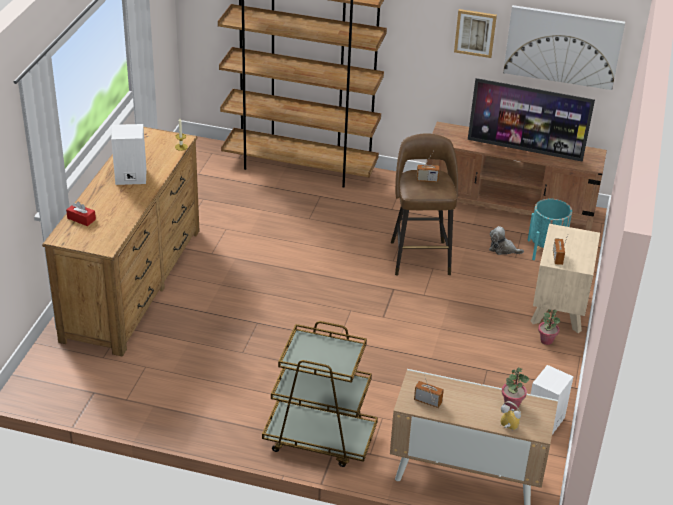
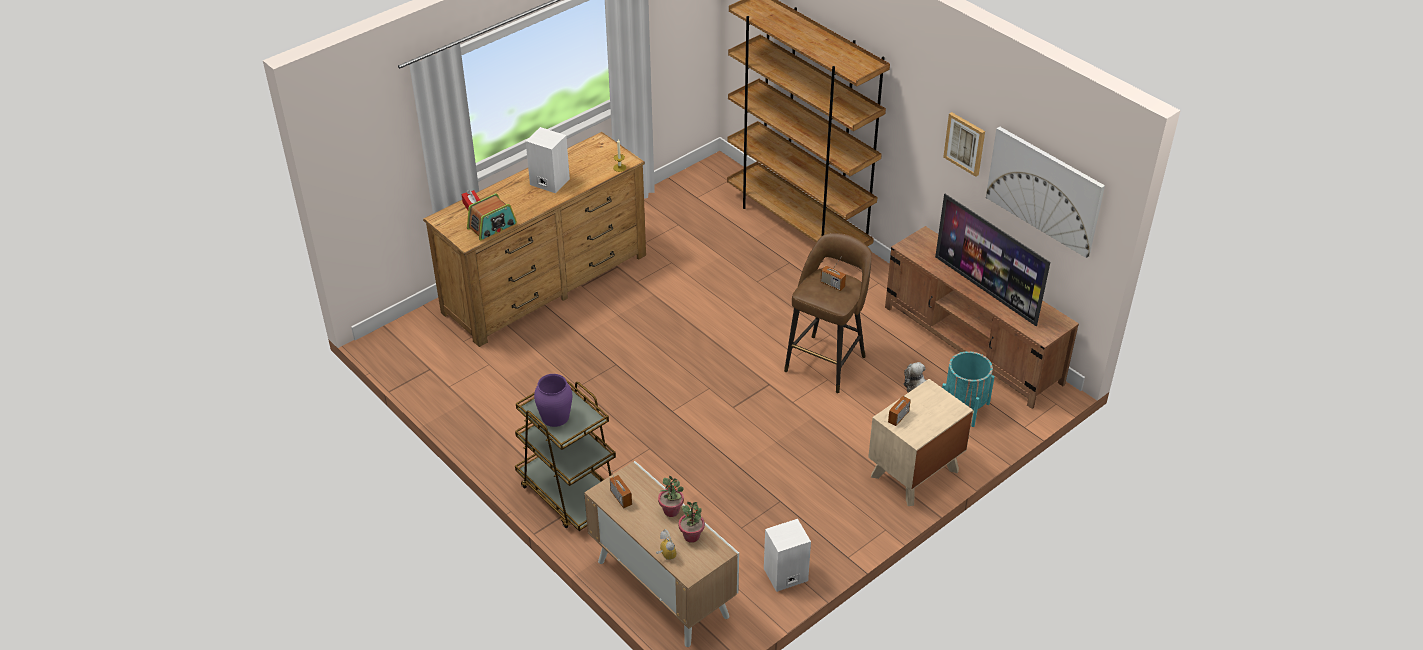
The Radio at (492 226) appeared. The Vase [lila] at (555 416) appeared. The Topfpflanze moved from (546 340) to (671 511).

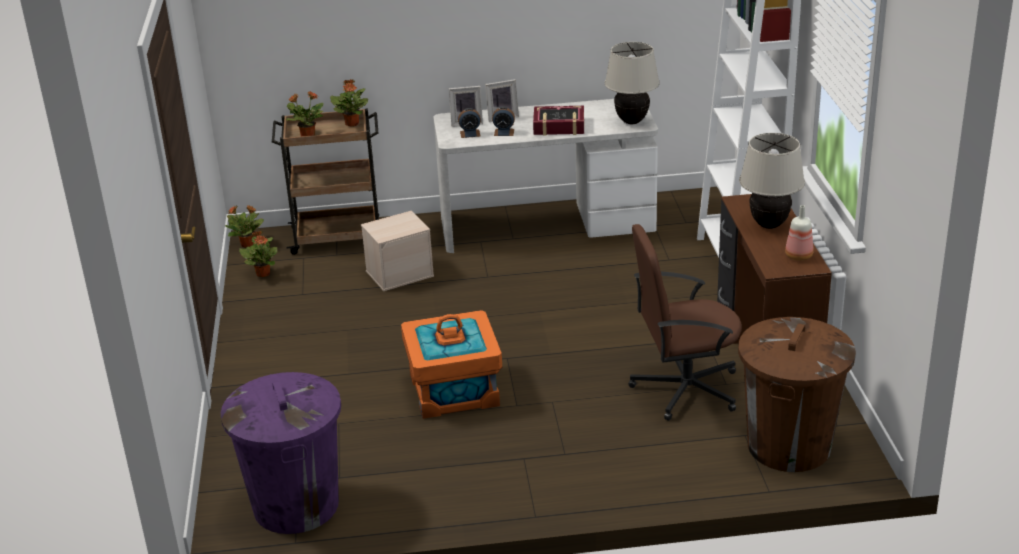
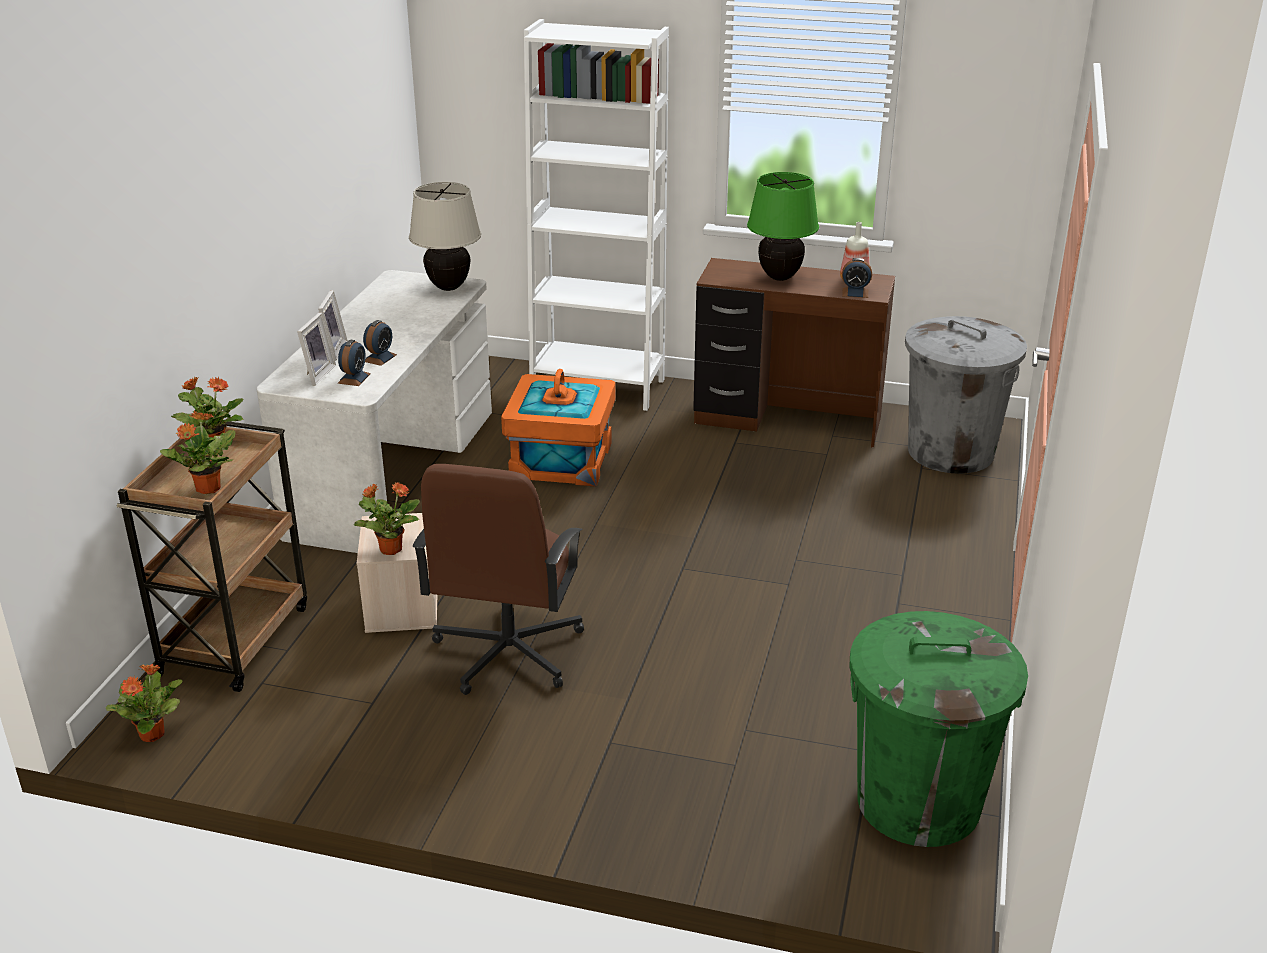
The Topfpflanze moved from (263 273) to (390 549). The Bürostuhl [braun] moved from (684 389) to (507 652). The Aufbewahrungsbox [orange] moved from (454 390) to (562 461). The Tischlampe [beige] at (769 225) became the Tischlampe [grün] at (779 277). The Wecker at (855 293) appeared. The Mülleimer [lila] at (296 505) became the Mülleimer [grün] at (917 801). The Mülleimer [braun] at (788 446) became the Mülleimer [grau] at (951 452). The Buch at (559 126) disappeared.

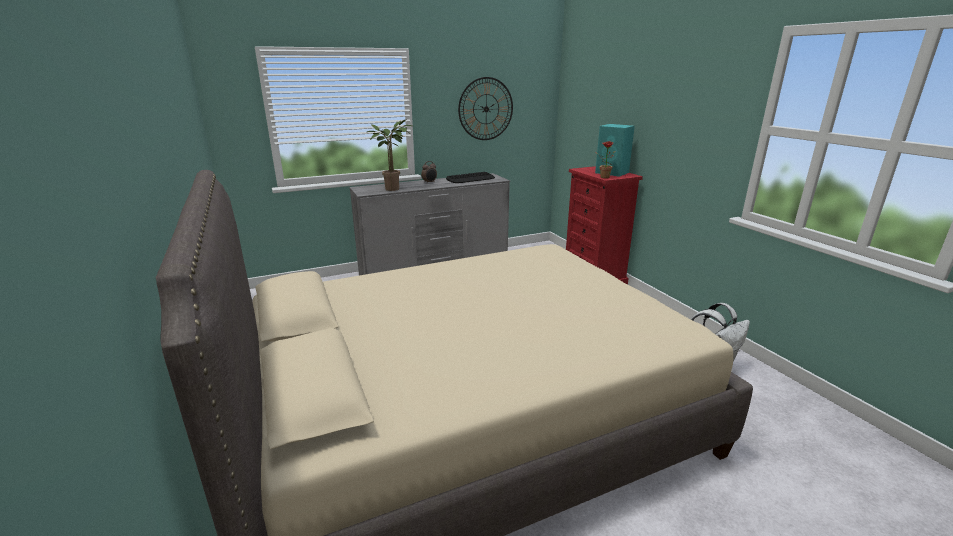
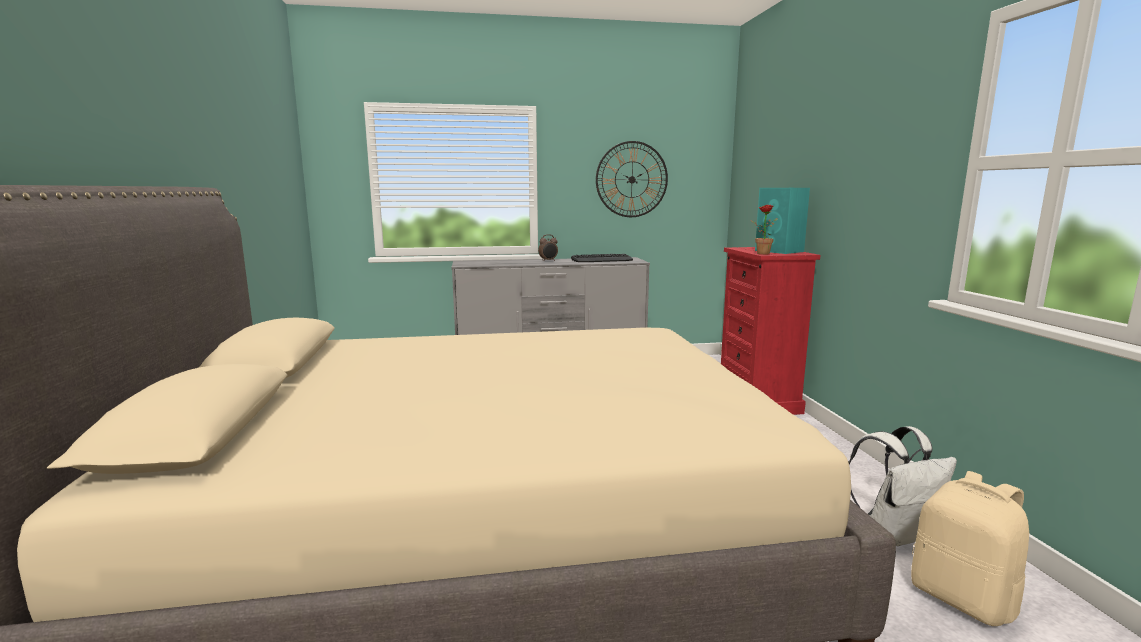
The Rucksack [beige] at (962 598) appeared. The Topfpflanze at (394 188) disappeared.

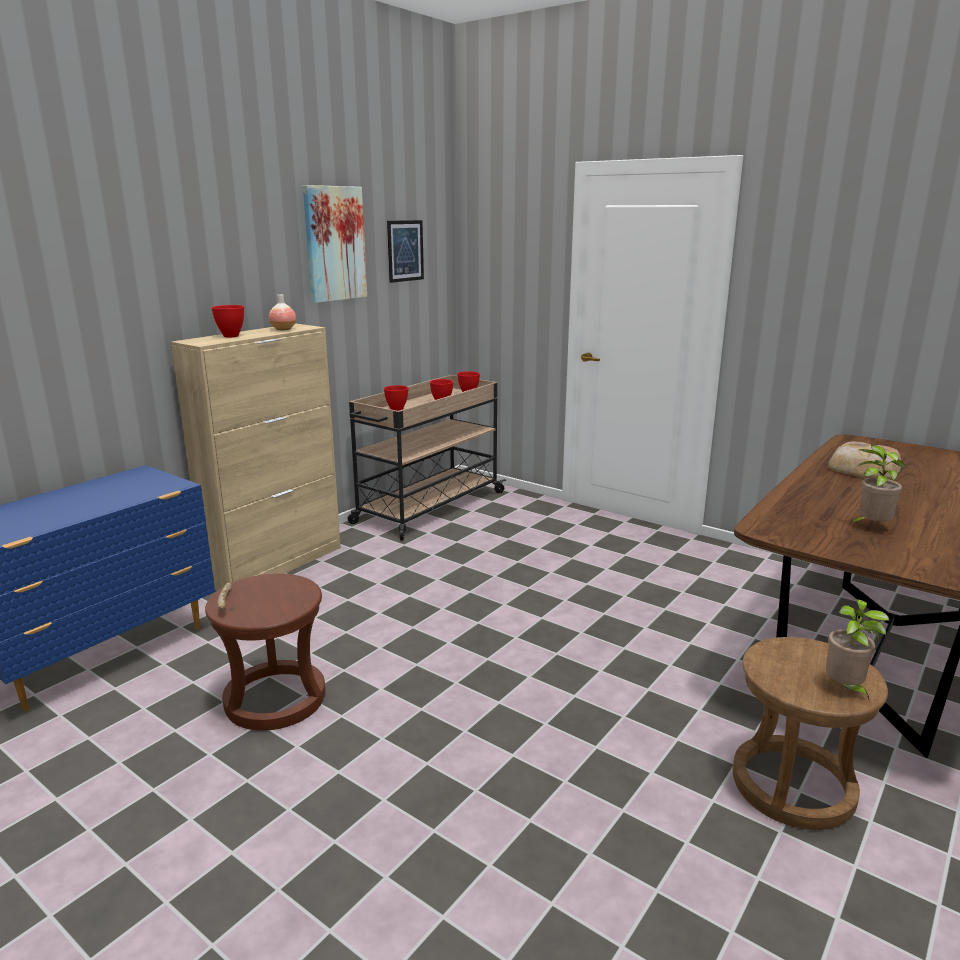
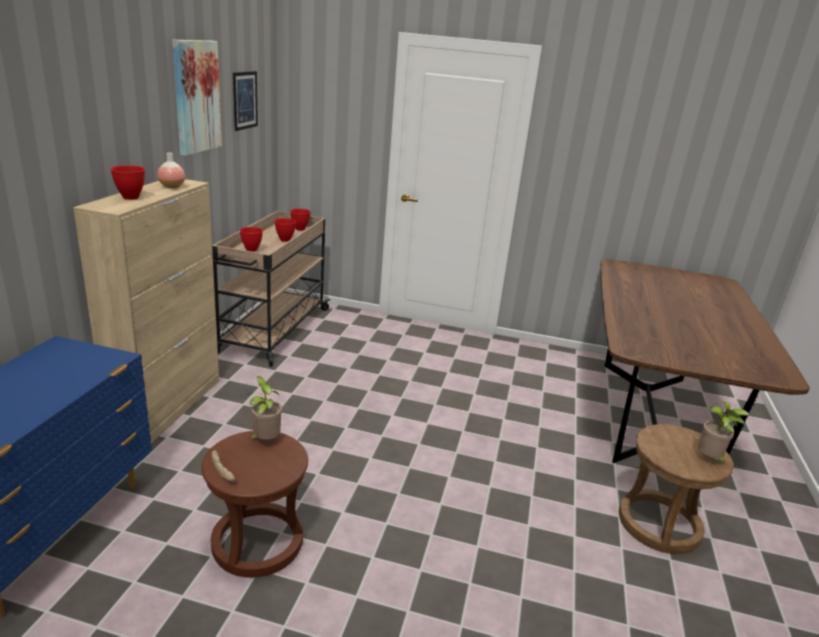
The Topfpflanze moved from (870 527) to (265 441). The Brot at (863 468) disappeared.

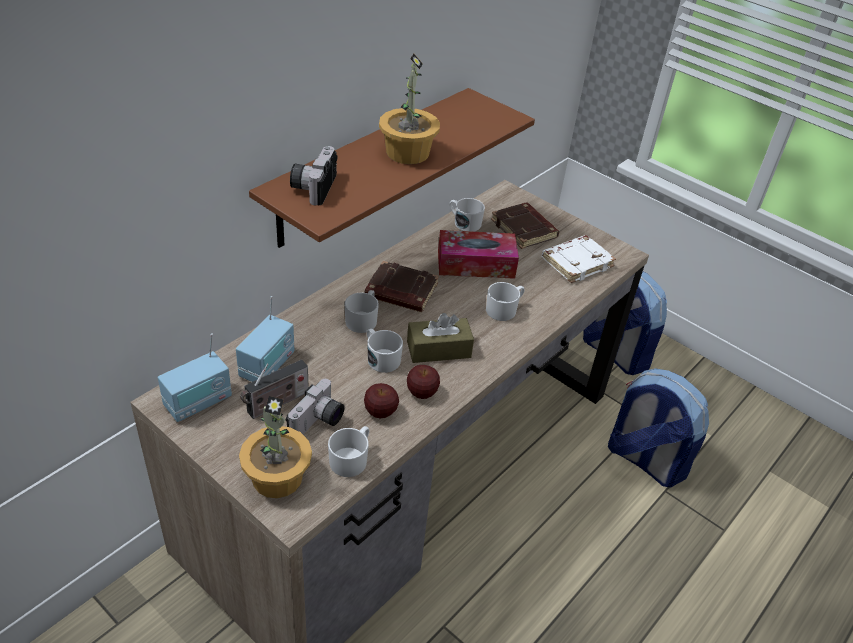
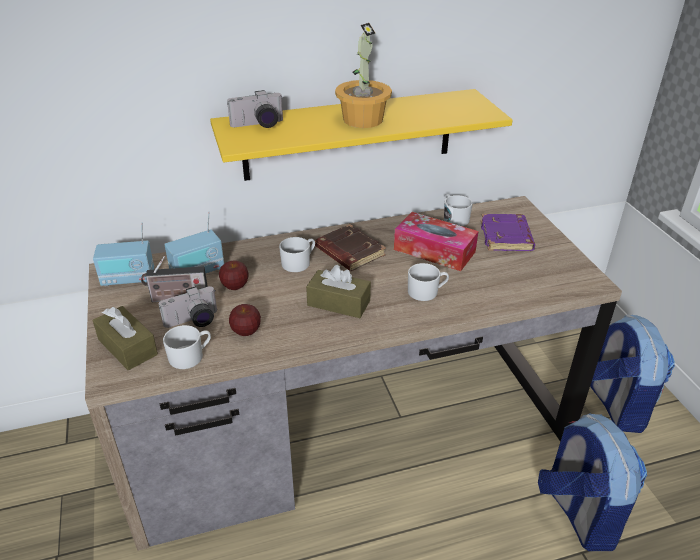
The Topfpflanze at (278 477) was replaced by the Taschentuchbox [braun] at (127 347). The Wandregal [braun] at (369 166) became the Wandregal [gelb] at (349 135). The Apfel moved from (421 393) to (235 286). The Kamera at (313 186) turned 150 degrees counterclockwise. The Buch [braun] at (525 229) became the Buch [lila] at (507 237). The Henkelbecher [weiß] at (381 358) disappeared. The Buch [weiß] at (577 262) disappeared.

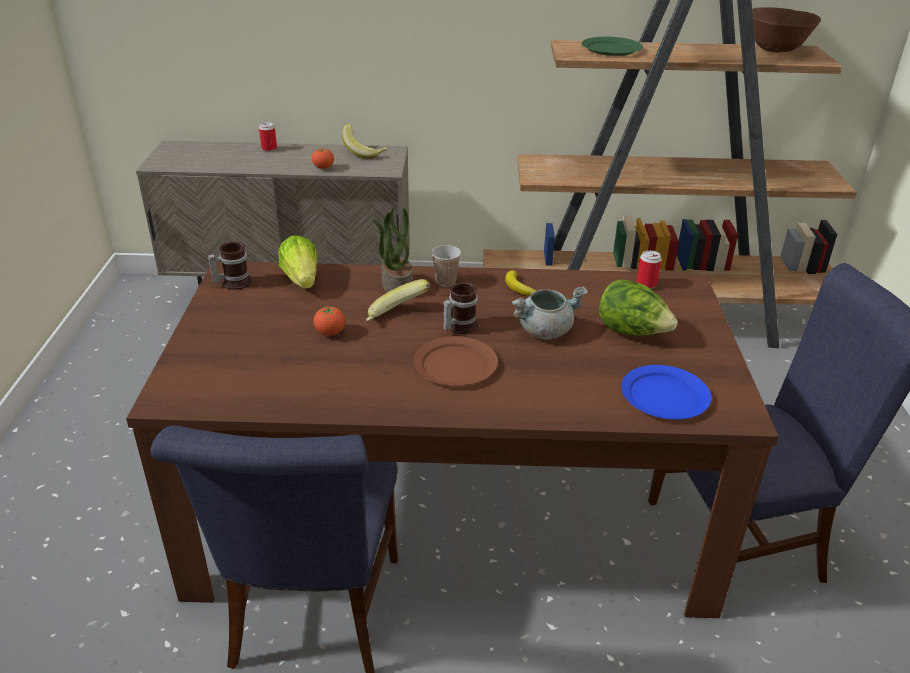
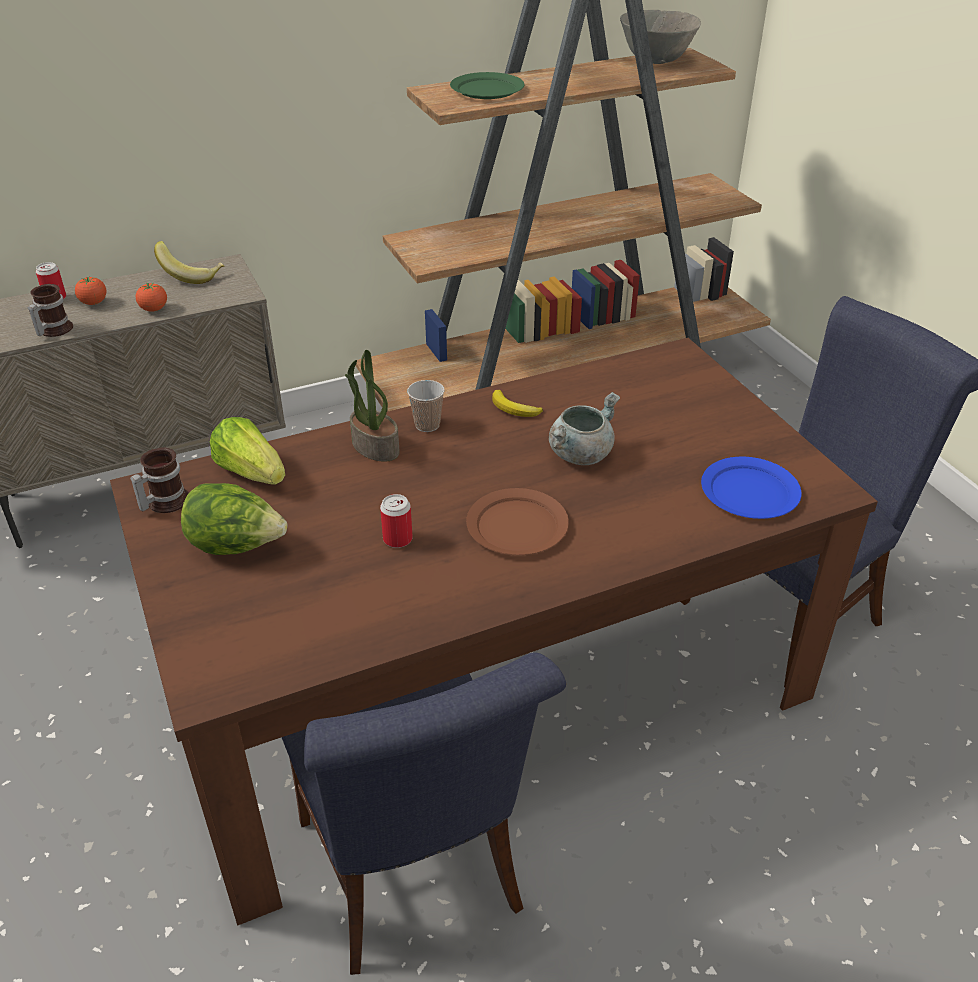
The Henkelbecher moved from (459 326) to (52 330). The Tomate moved from (330 333) to (94 303). The Salatkopf moved from (632 332) to (237 546). The Dose moved from (646 284) to (397 539). The Schüssel [braun] at (775 50) became the Schüssel [grau] at (655 60). The Banane at (396 317) disappeared.

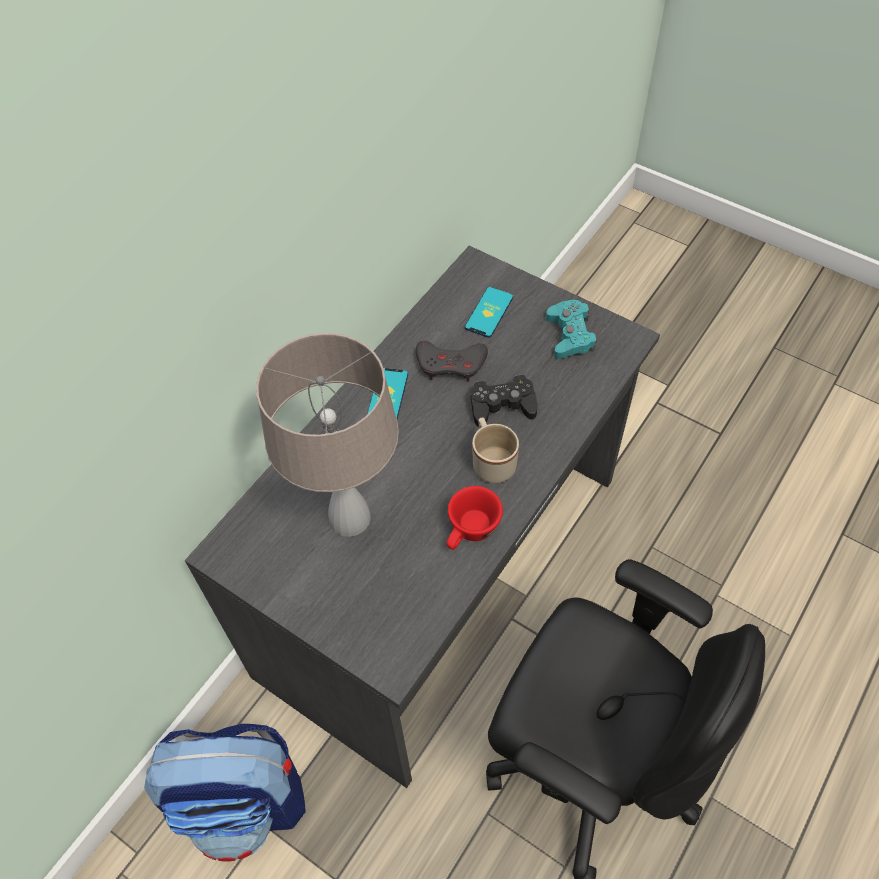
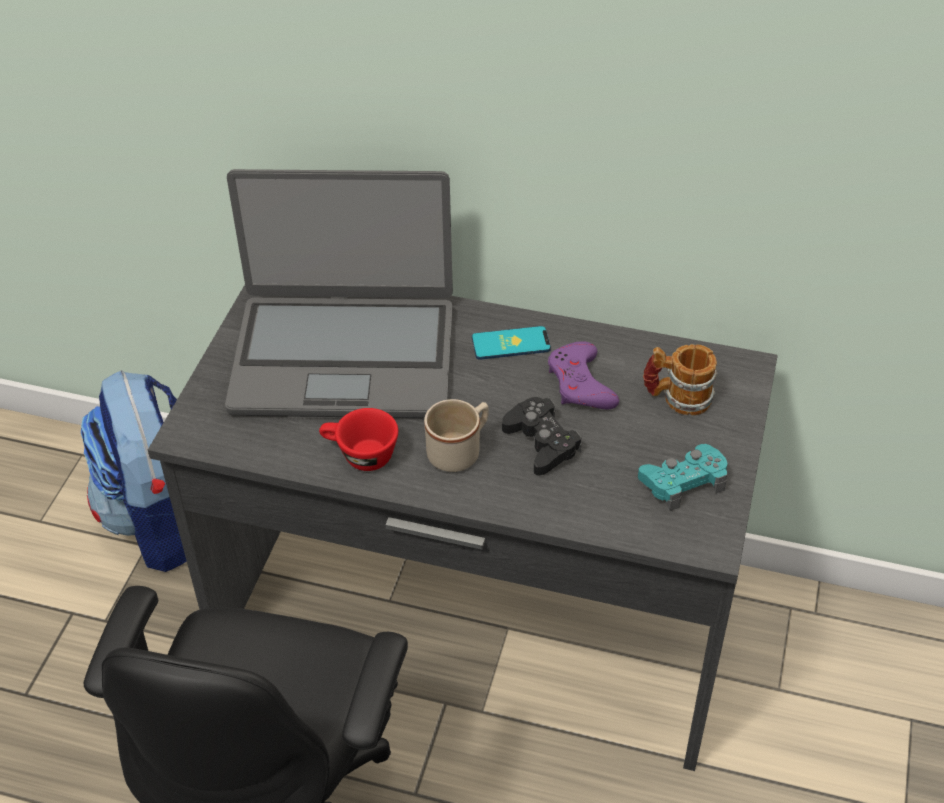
The Tischlampe [beige] at (349 517) was replaced by the Laptop at (344 356). The Gamepad [grau] at (451 364) became the Gamepad [lila] at (580 384). The Handy at (489 312) was replaced by the Henkelbecher at (677 398).

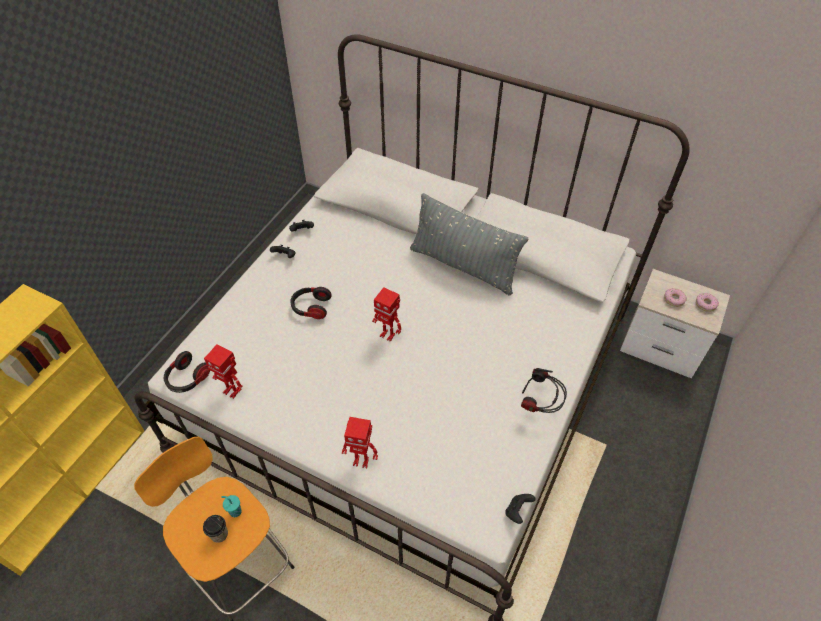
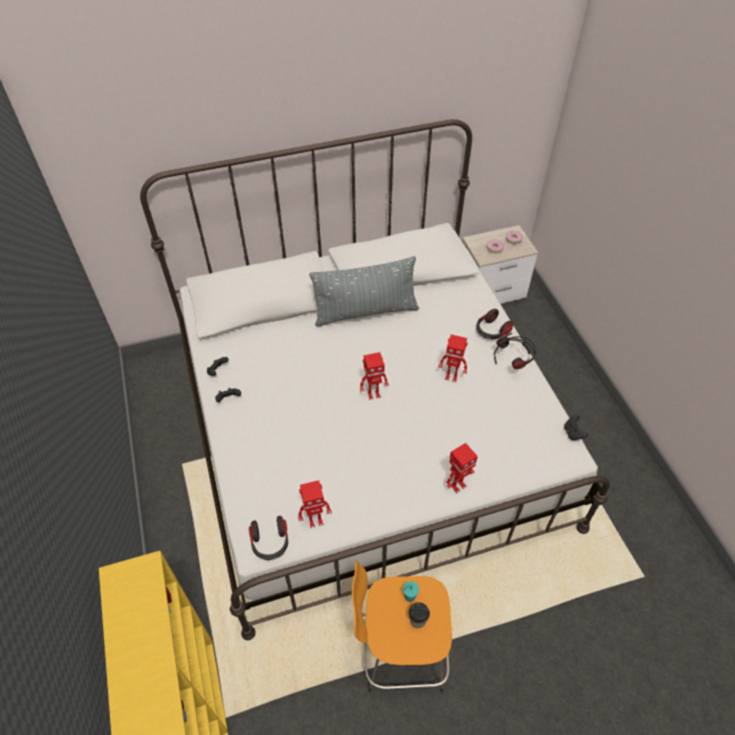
The Spielzeugroboter at (451 377) appeared. The Kopfhörer moved from (311 307) to (491 331).

